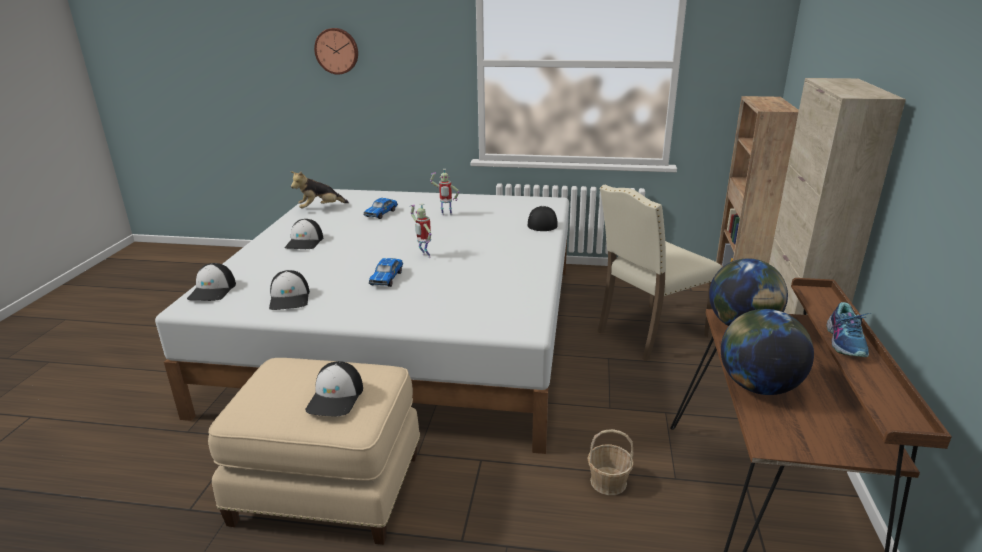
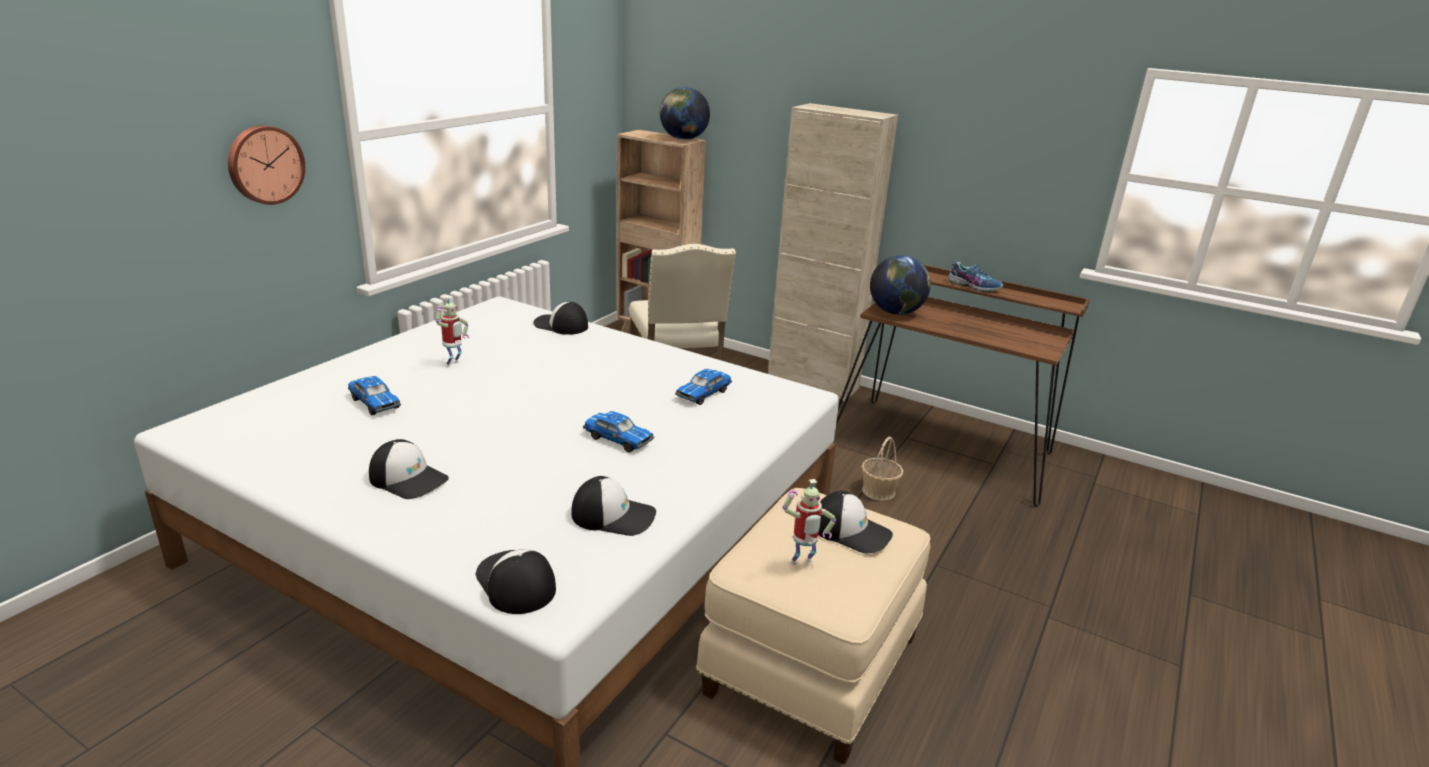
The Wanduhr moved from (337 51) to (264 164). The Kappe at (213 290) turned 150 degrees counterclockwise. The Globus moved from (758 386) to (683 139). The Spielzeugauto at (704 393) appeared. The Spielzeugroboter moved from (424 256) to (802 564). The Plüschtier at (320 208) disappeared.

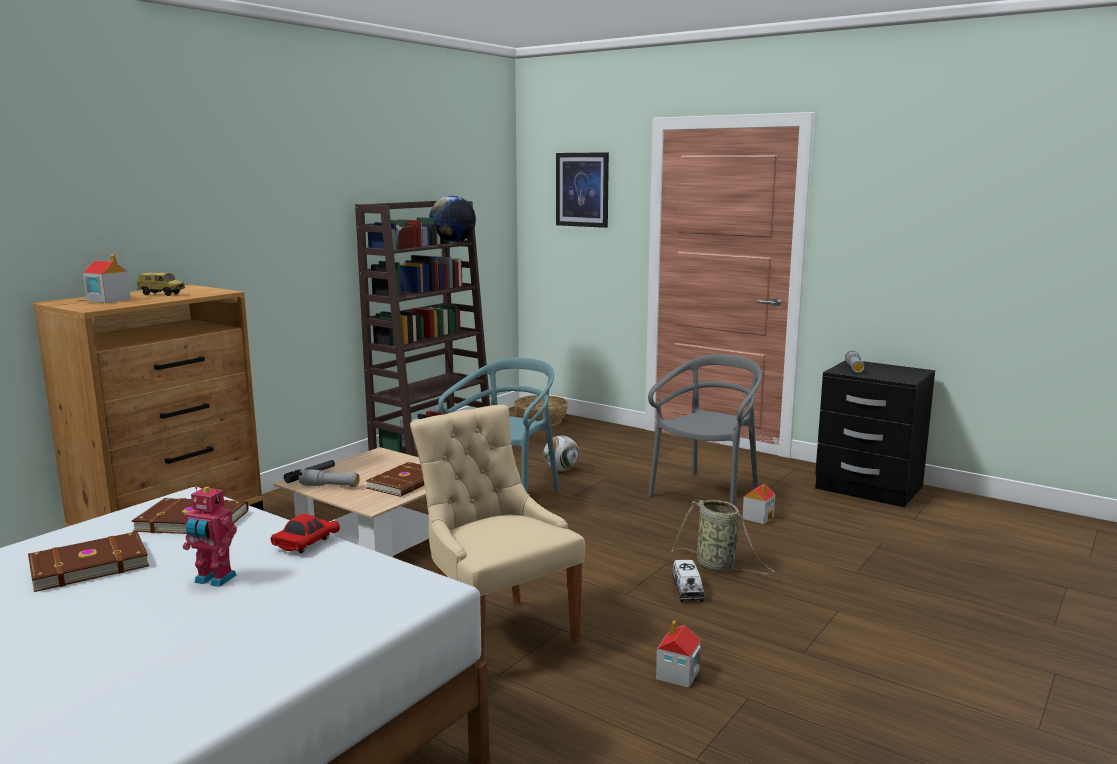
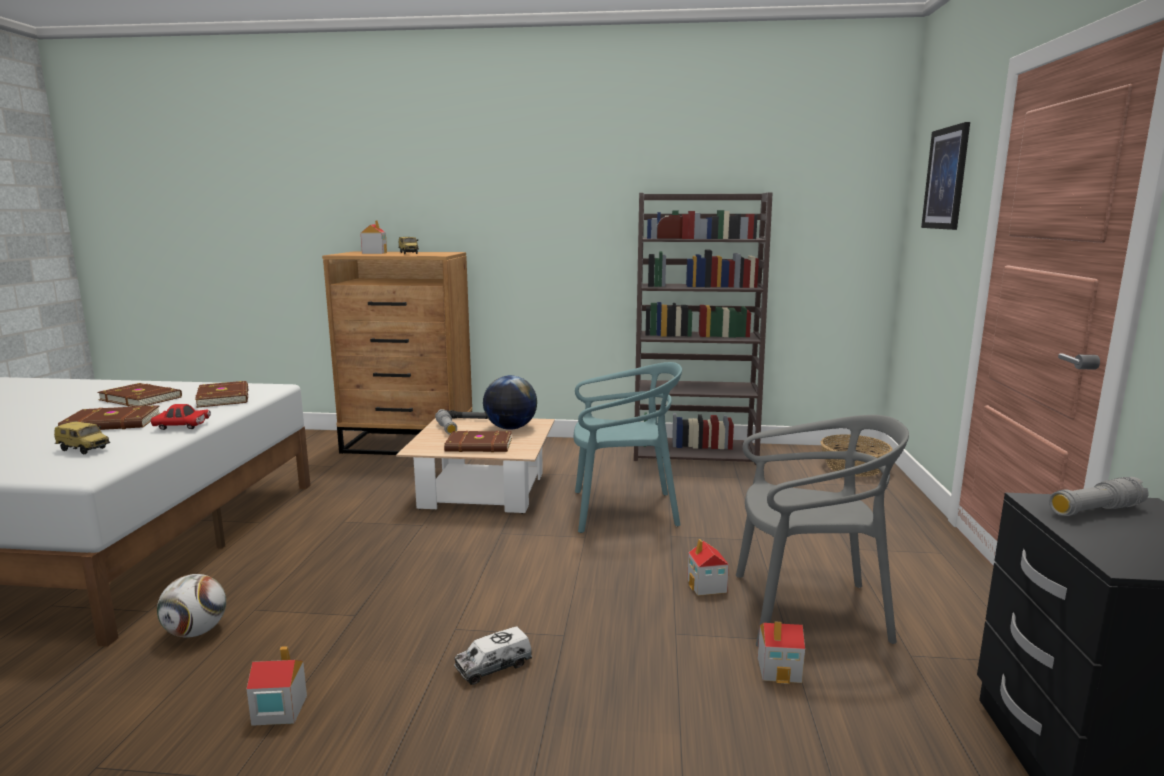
The Spielzeugauto at (85 449) appeared. The Spielzeugroboter at (214 580) was replaced by the Buch [braun] at (112 423). The Fußball moved from (561 470) to (196 632). The Globus moved from (453 242) to (510 428). The Spielzeughaus at (707 586) appeared. The Stuhl [beige] at (497 634) disappeared. The Korb at (718 566) disappeared.

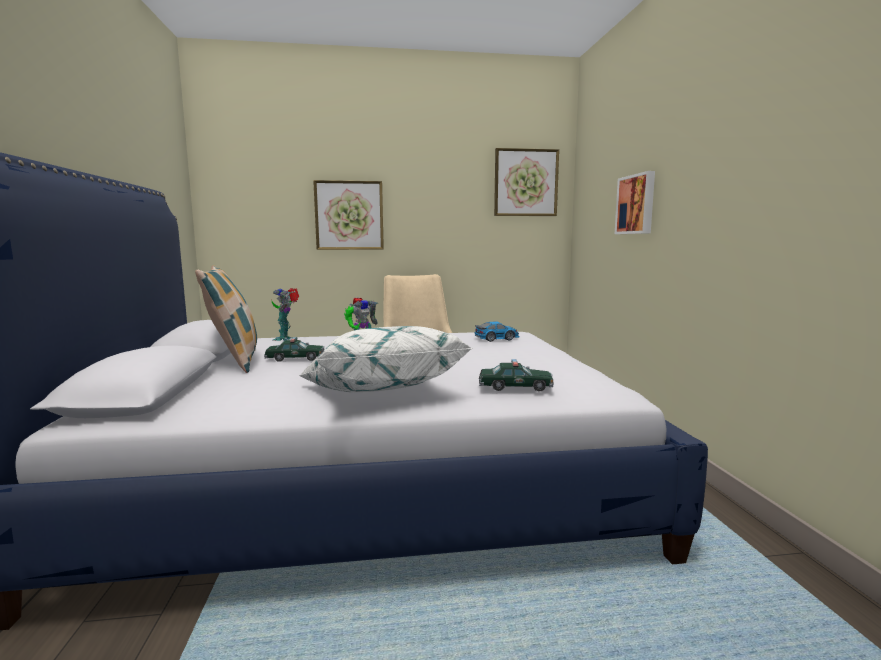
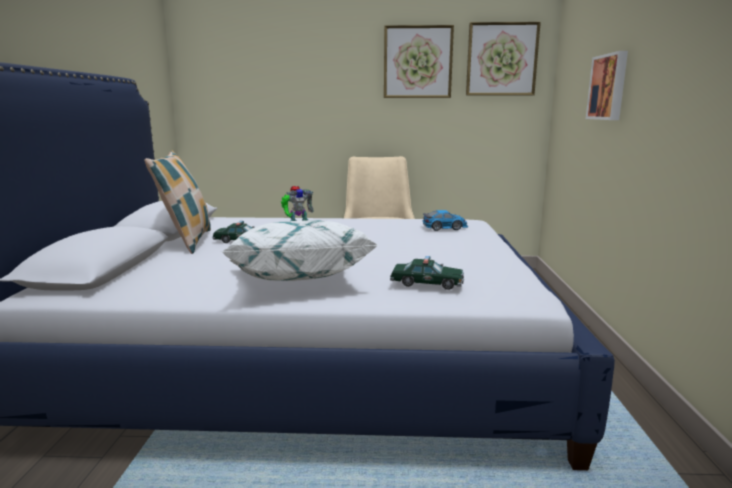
The Bild moved from (349 215) to (417 62). The Spielzeugroboter at (285 338) disappeared.

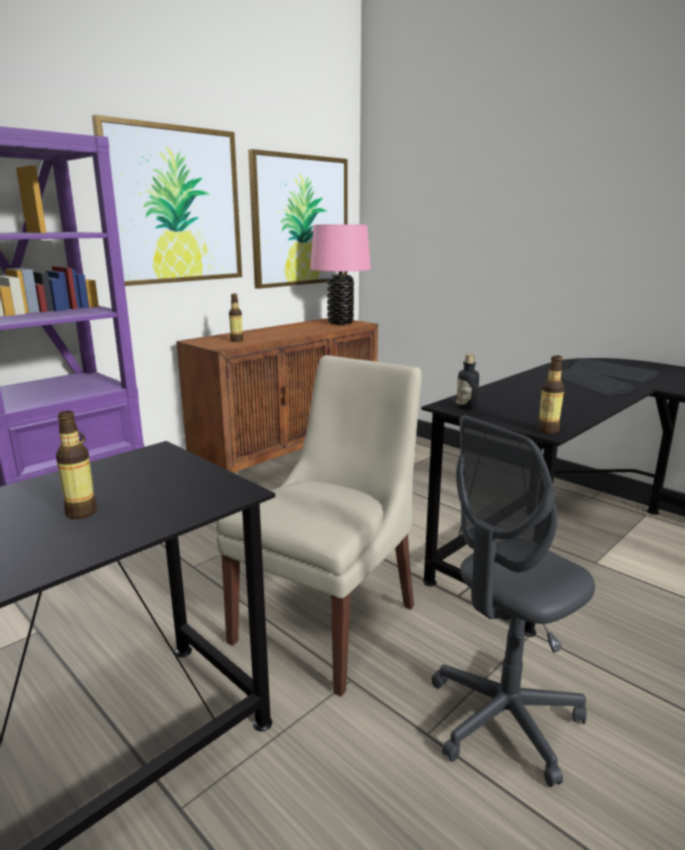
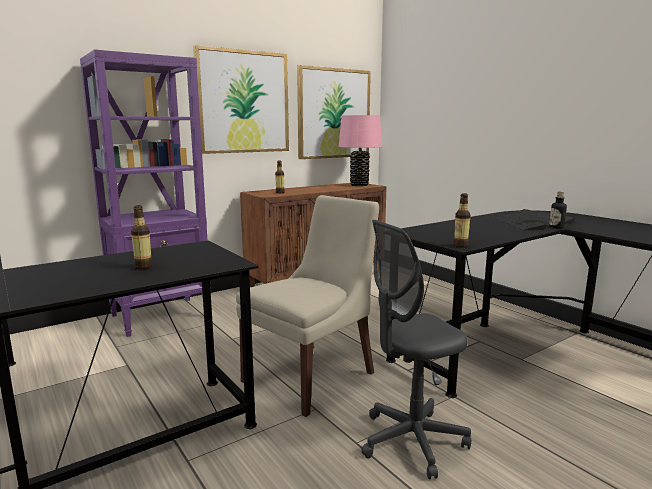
The Flasche moved from (466 407) to (556 227).

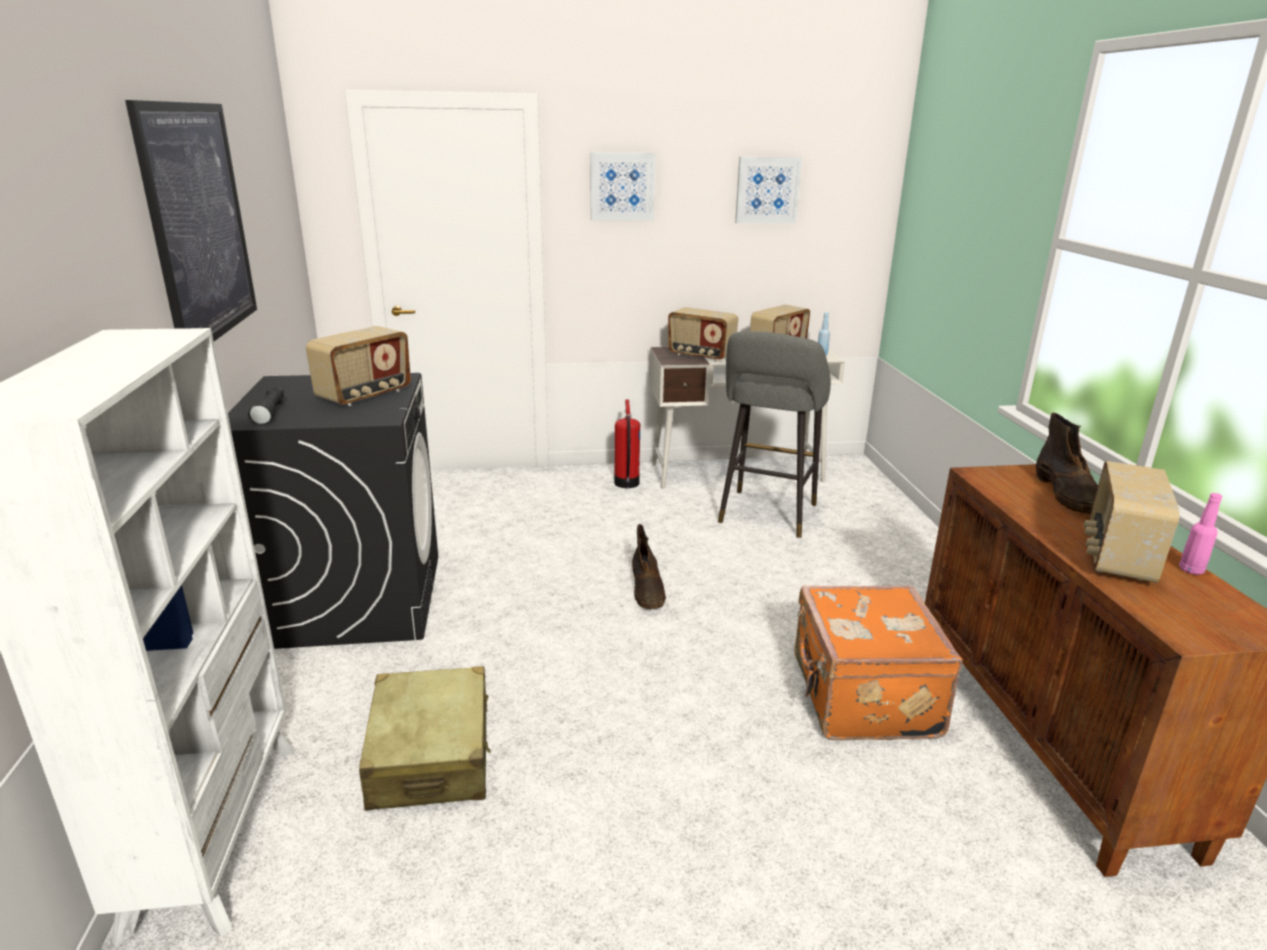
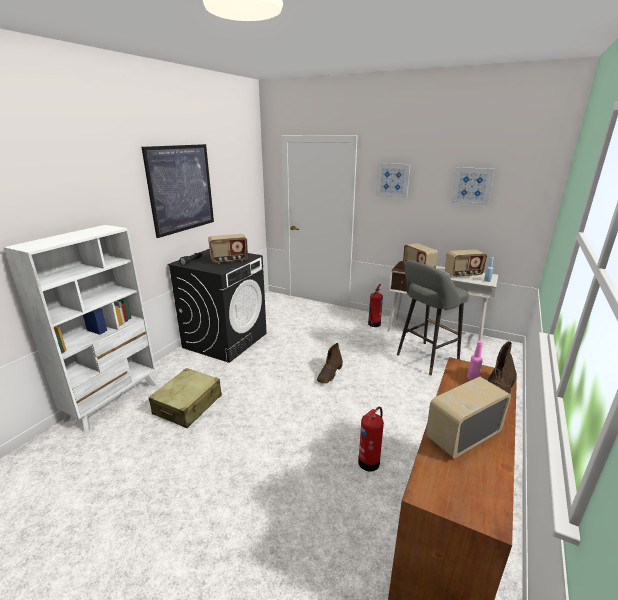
The Koffer [orange] at (861 698) was replaced by the Feuerlöscher at (370 461). The Flasche [rosa] moved from (1191 570) to (472 377).

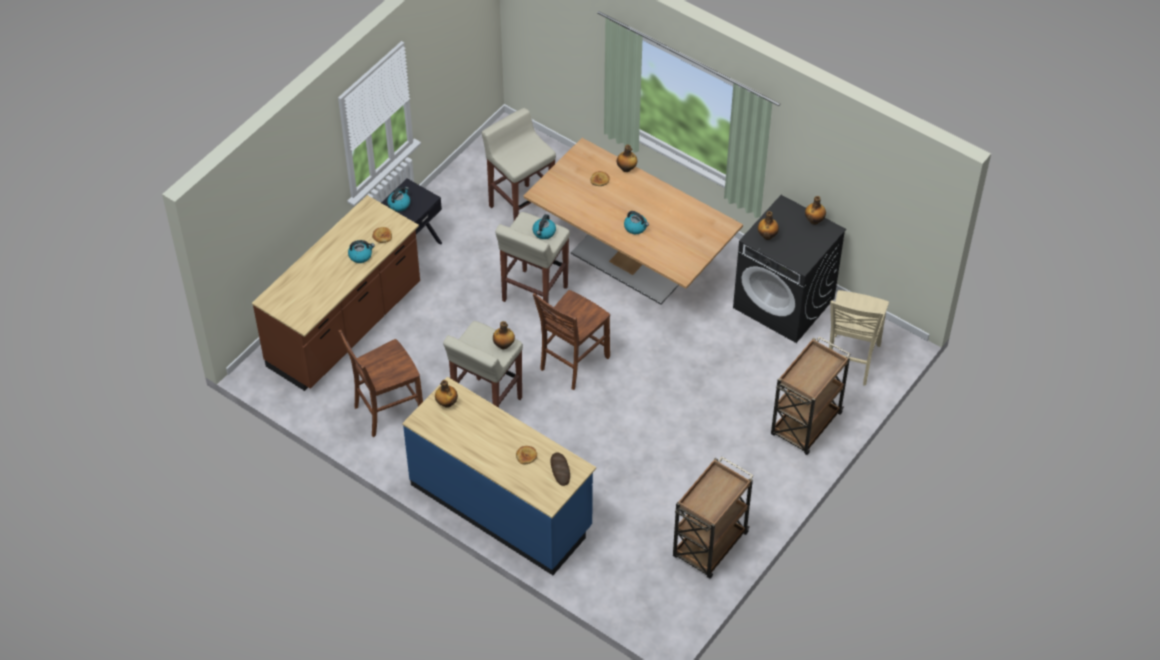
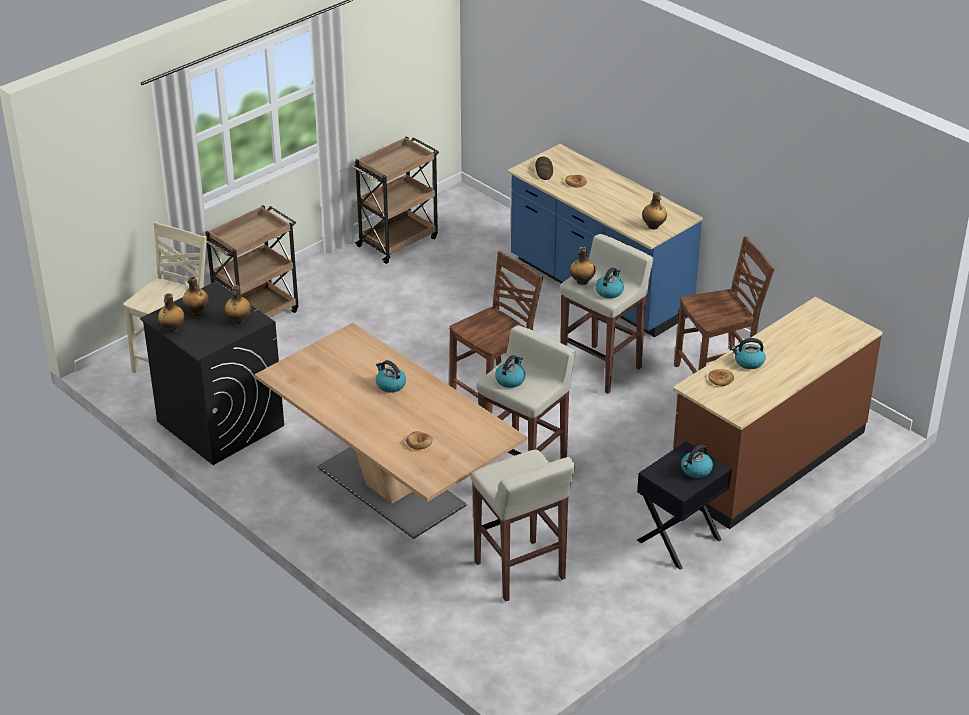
The Flasche moved from (626 169) to (197 312). The Wasserkessel at (609 291) appeared.

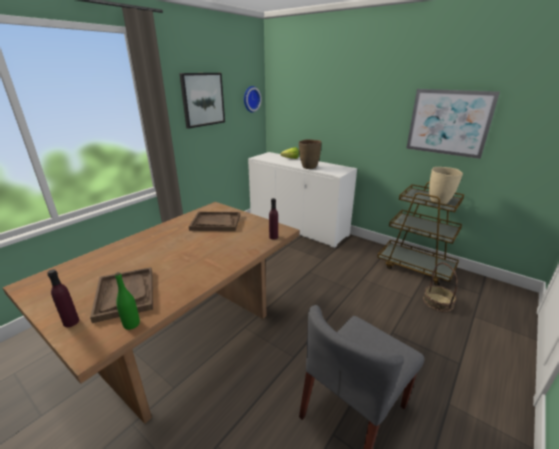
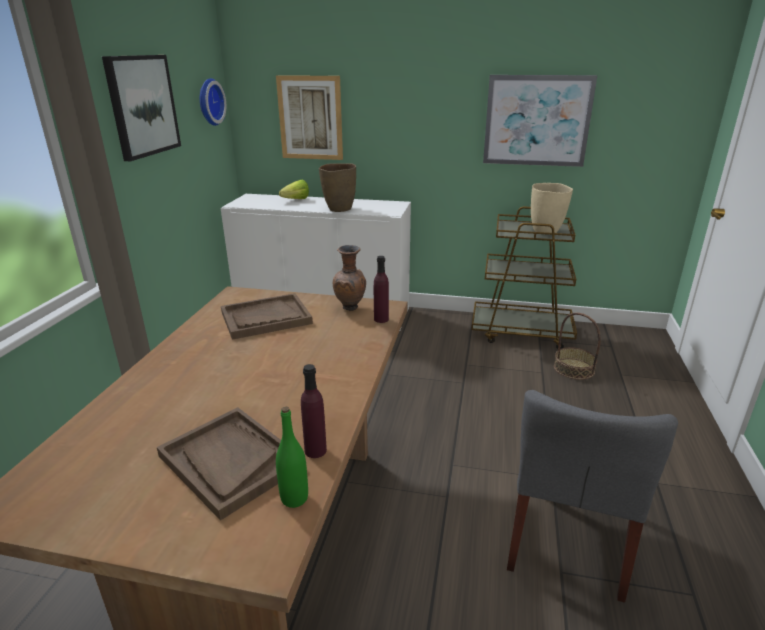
The Bild at (310 118) appeared. The Flasche [lila] moved from (71 322) to (315 450). The Vase [braun] at (350 308) appeared.

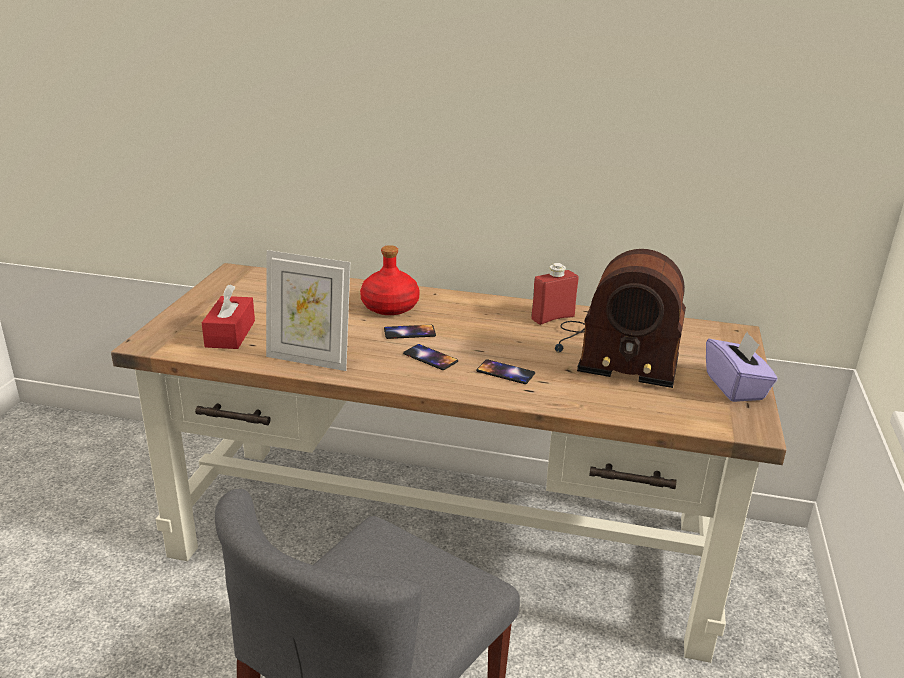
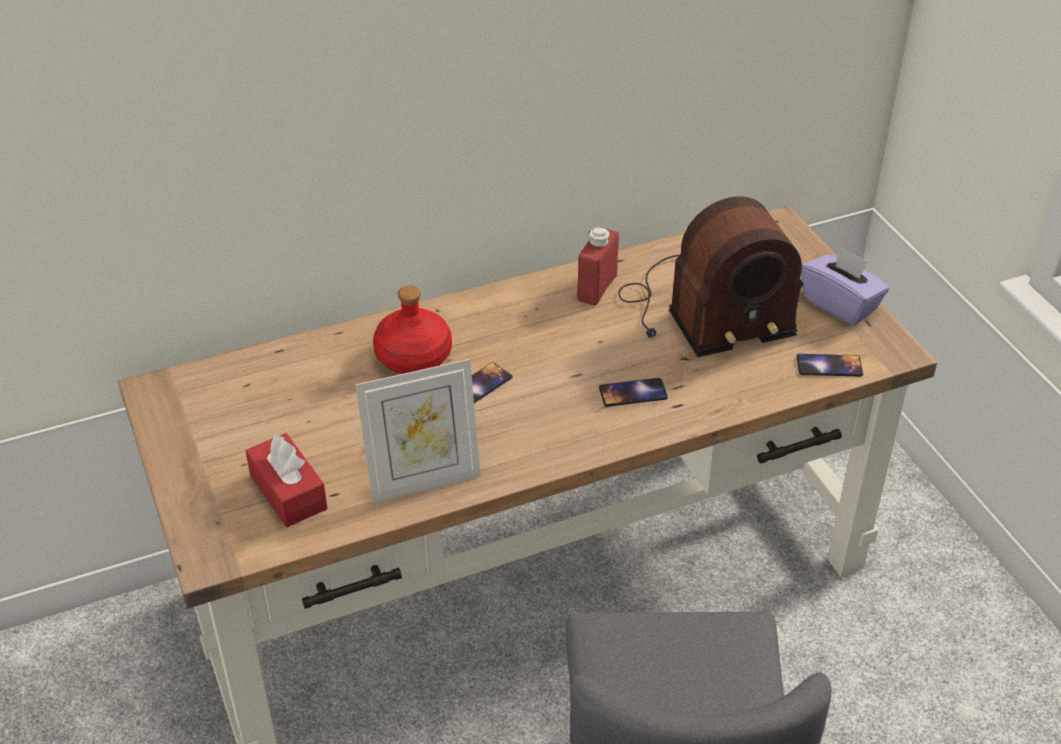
The Handy moved from (430 357) to (829 366).

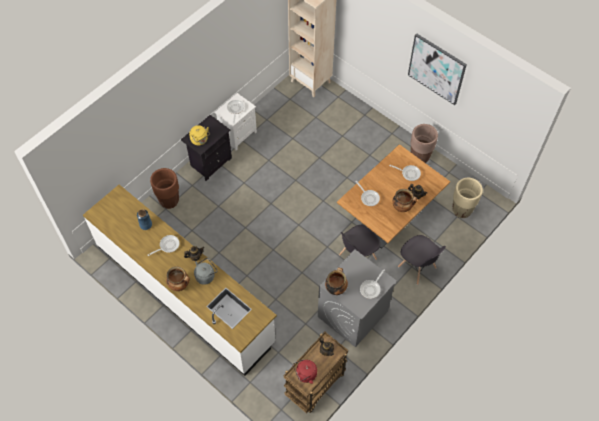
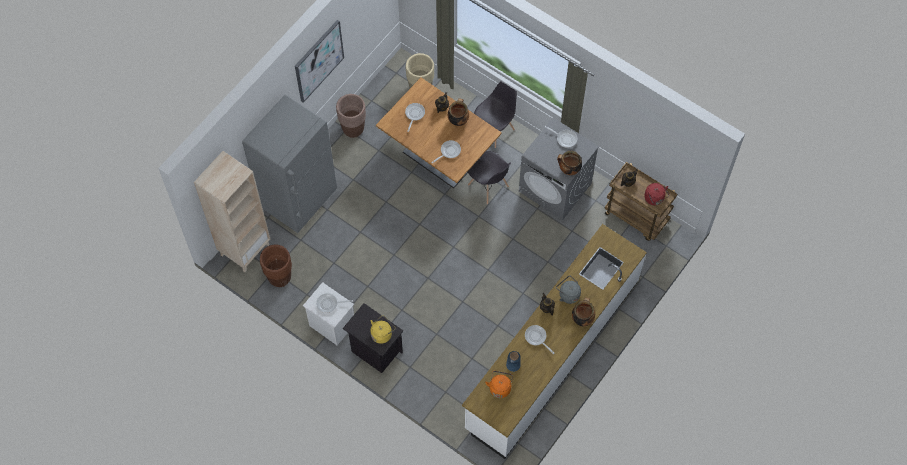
The Kühlschrank [grau] at (299 200) appeared. The Pflanzkübel [braun] moved from (169 201) to (280 278). The Wasserkessel [orange] at (500 387) appeared.

